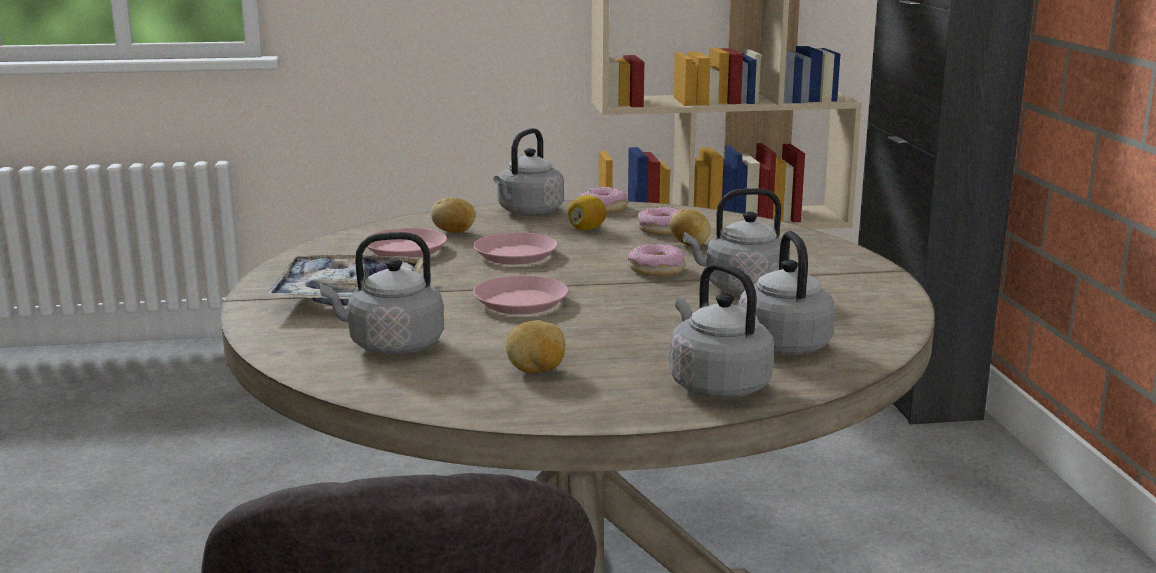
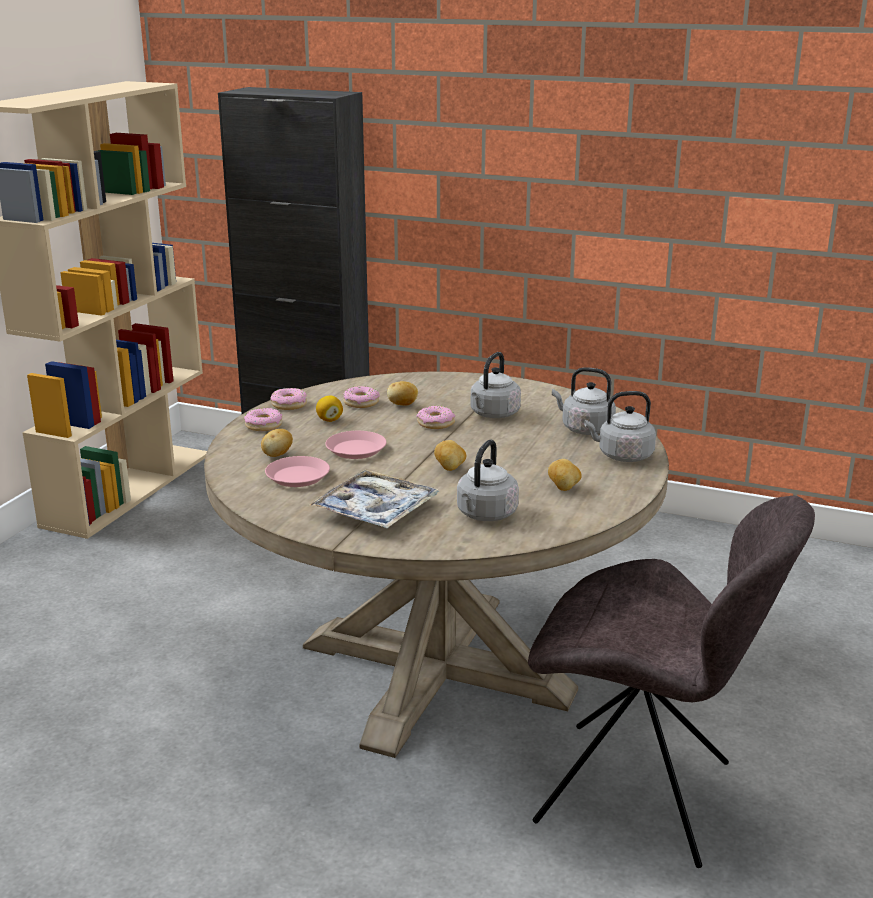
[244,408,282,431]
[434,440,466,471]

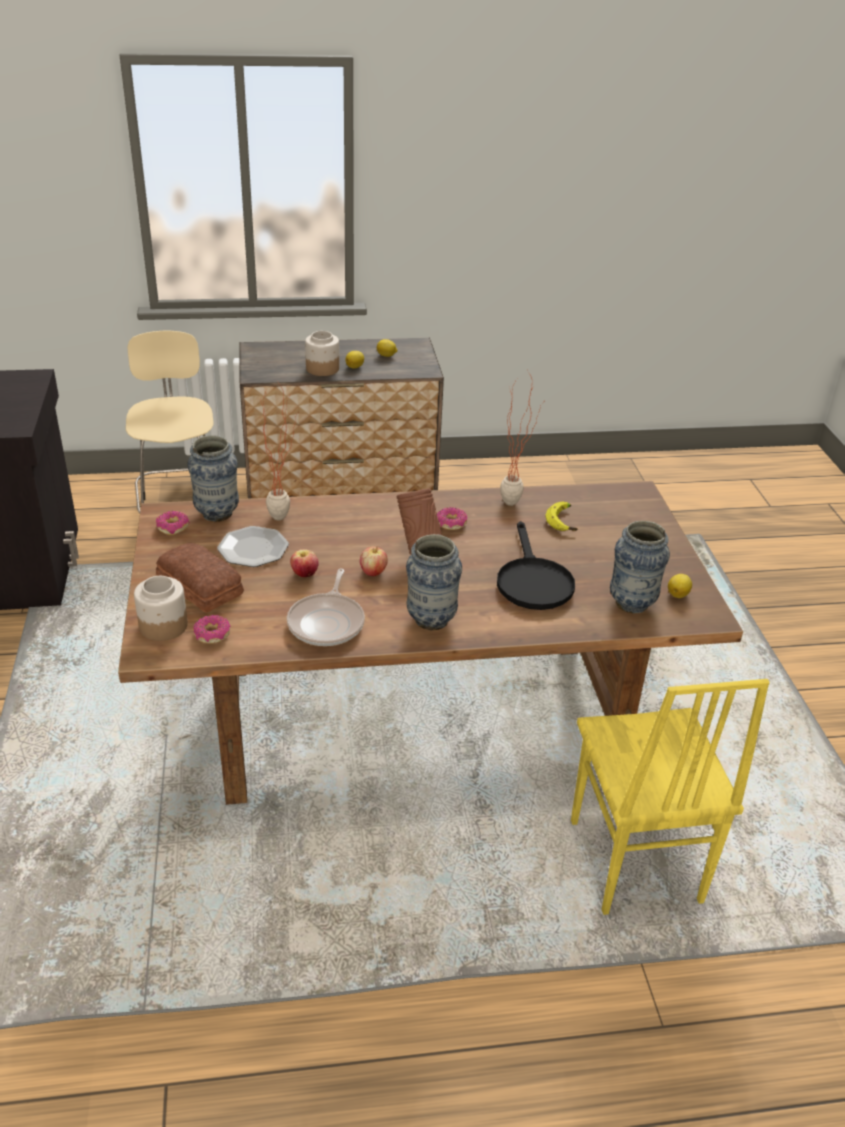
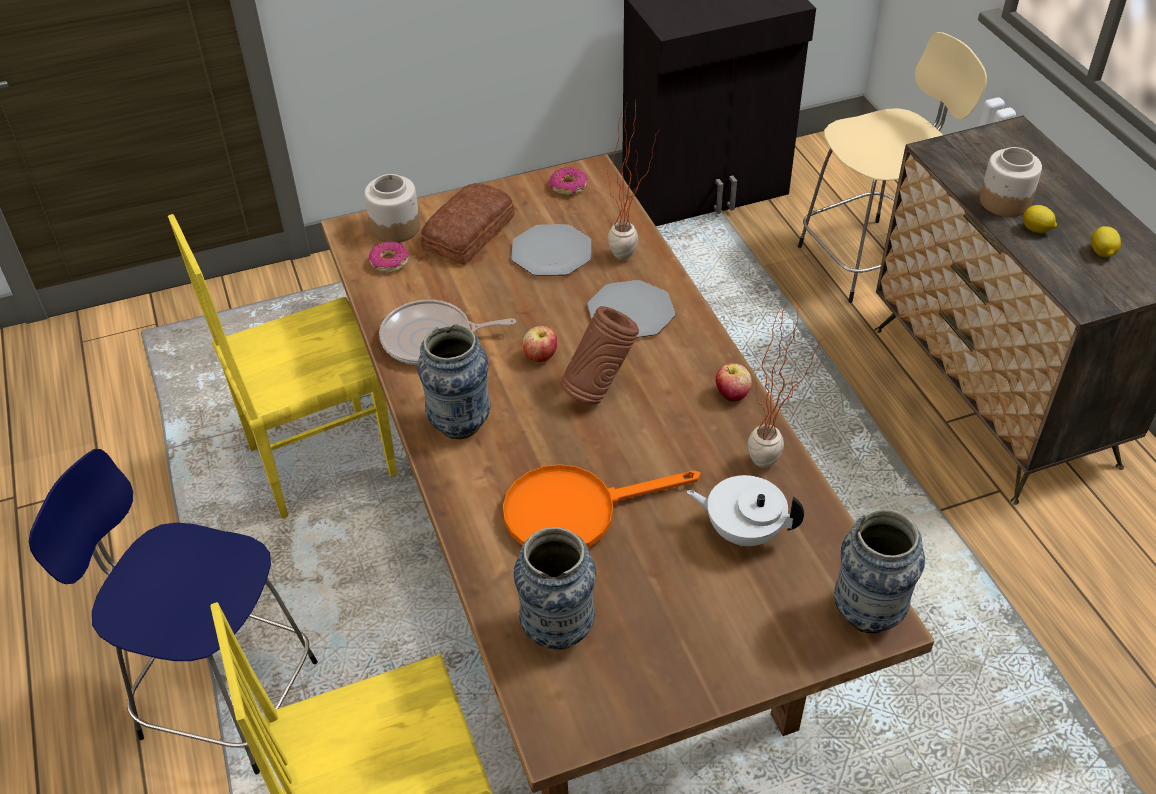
[834,509,925,633]
[687,475,804,546]
[437,507,467,530] (first image)
[503,464,700,548]
[716,363,752,402]
[668,574,692,598] (first image)
[168,214,397,519]
[587,280,675,338]
[29,449,318,774]

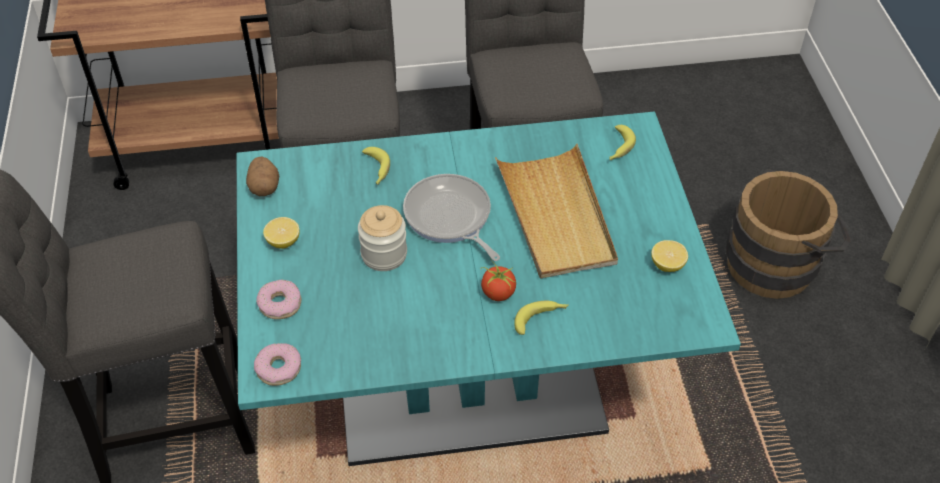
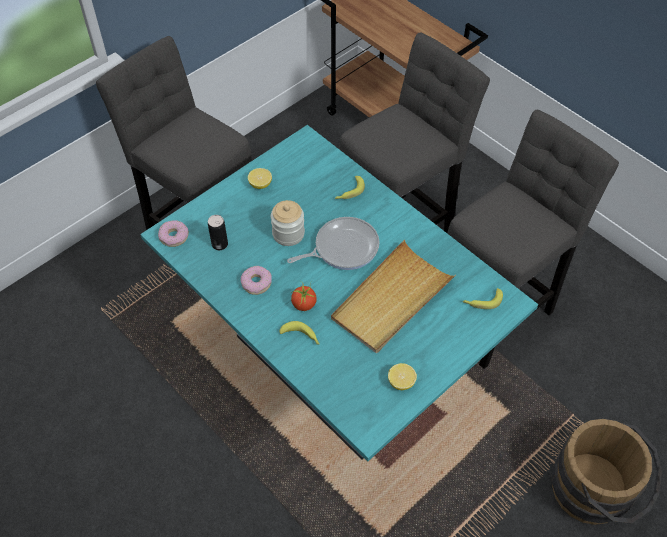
[246,156,279,196] (first image)
[287,217,379,270]
[241,266,272,295]
[208,215,228,250]

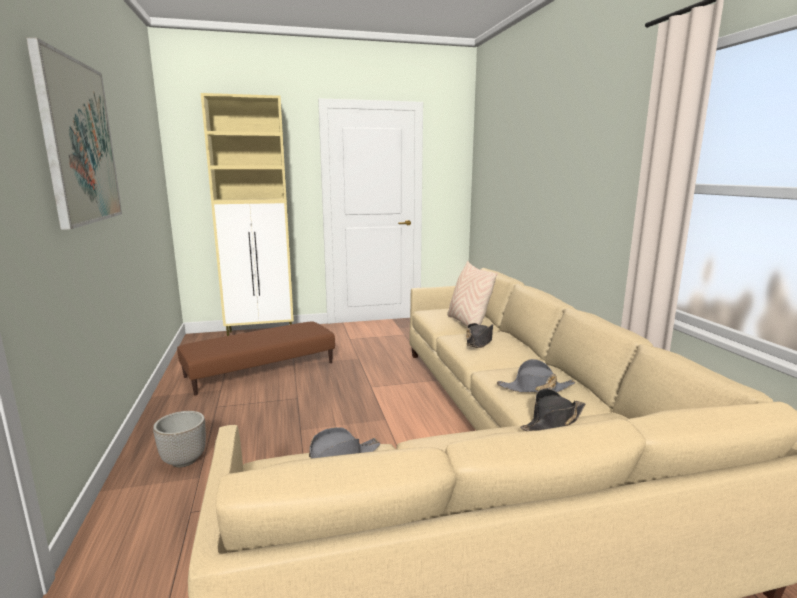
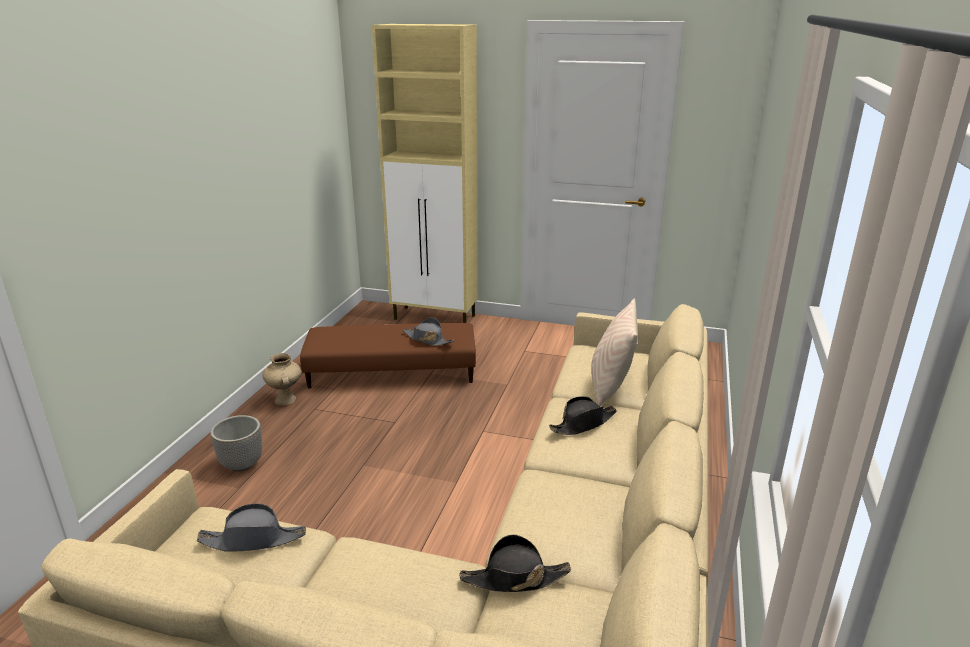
[26,37,122,230] (first image)
[403,317,454,346]
[262,353,301,406]

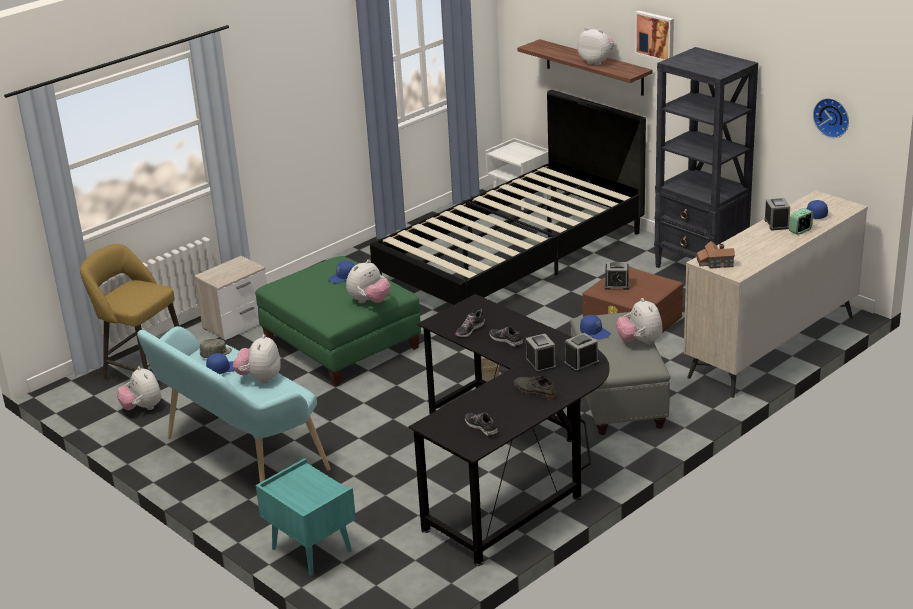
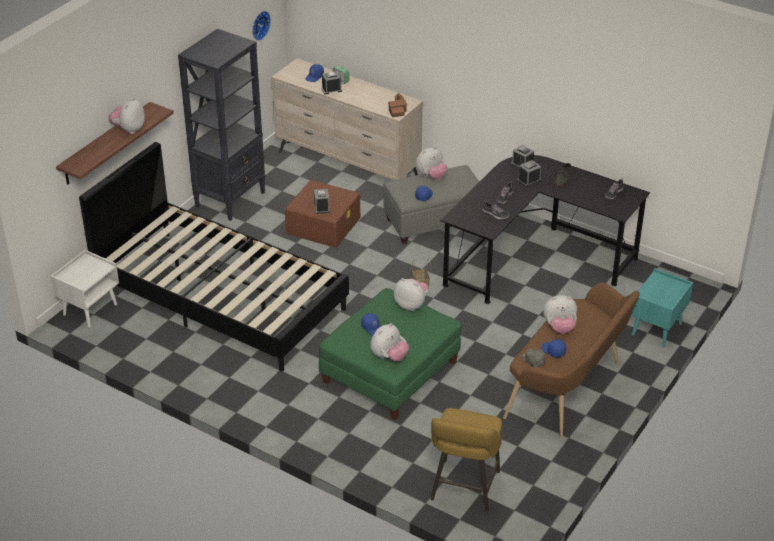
[635,11,674,61] (first image)
[194,256,267,341] (first image)
[503,283,640,438]
[370,323,409,362]

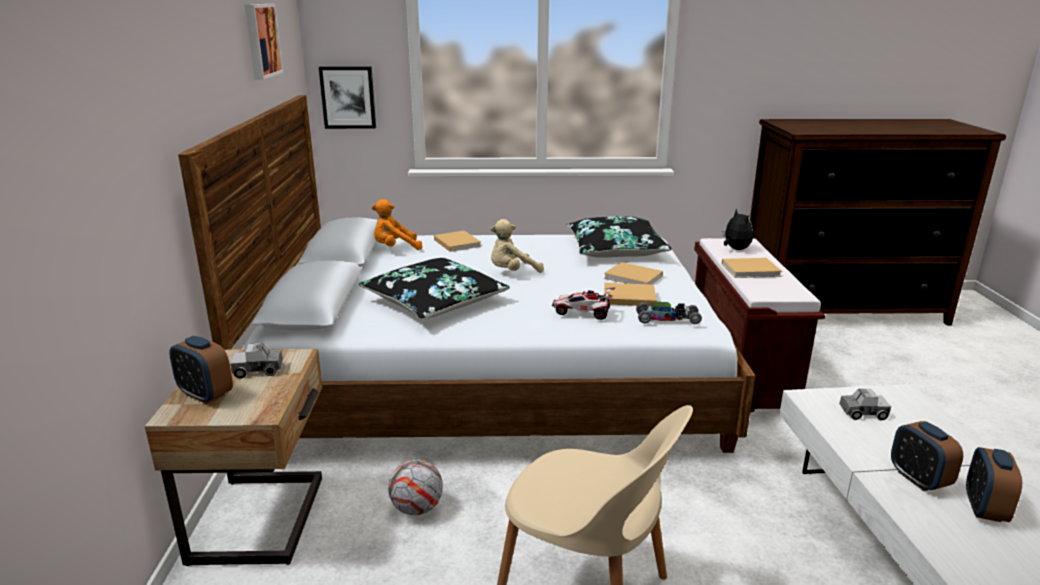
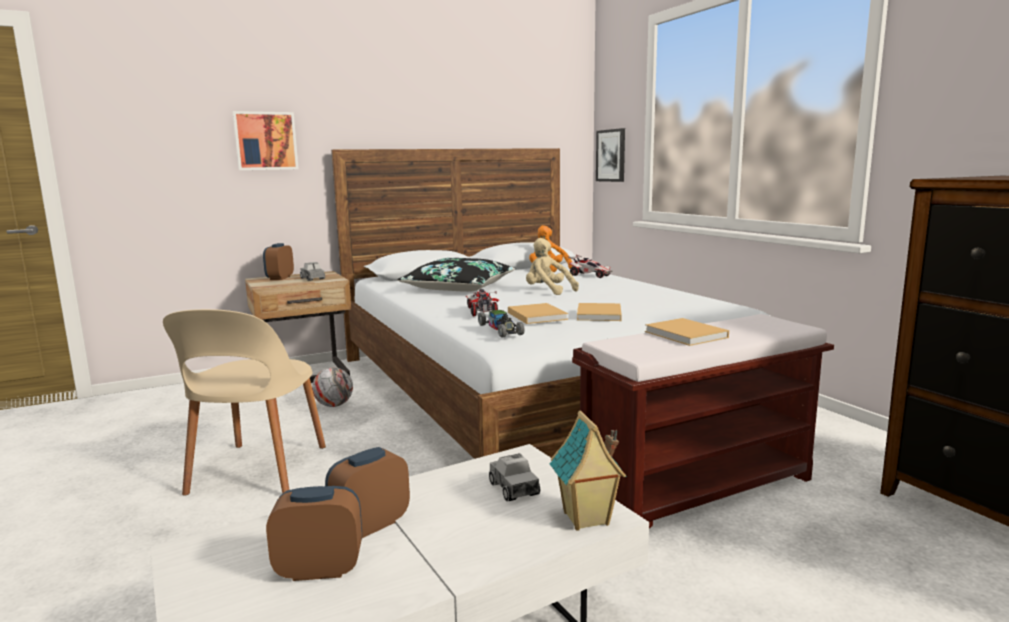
[233,111,299,170]
[721,209,753,250] (first image)
[567,216,672,258] (first image)
[568,254,612,278]
[550,411,626,531]

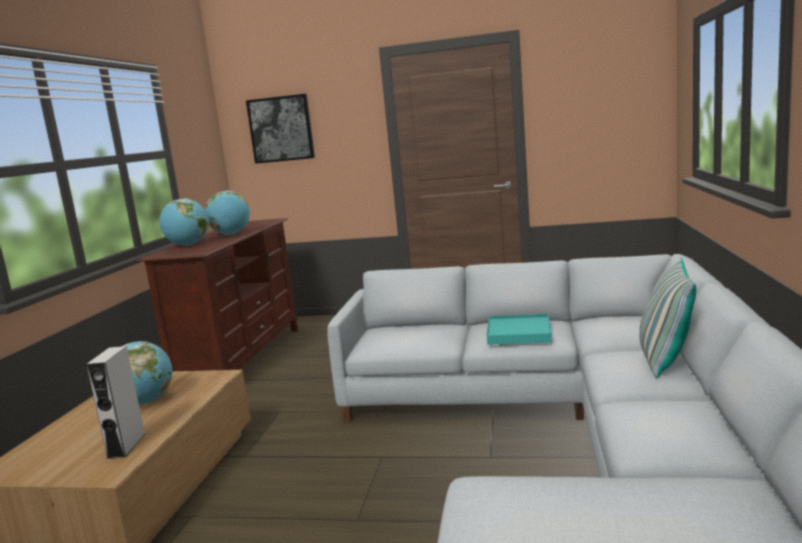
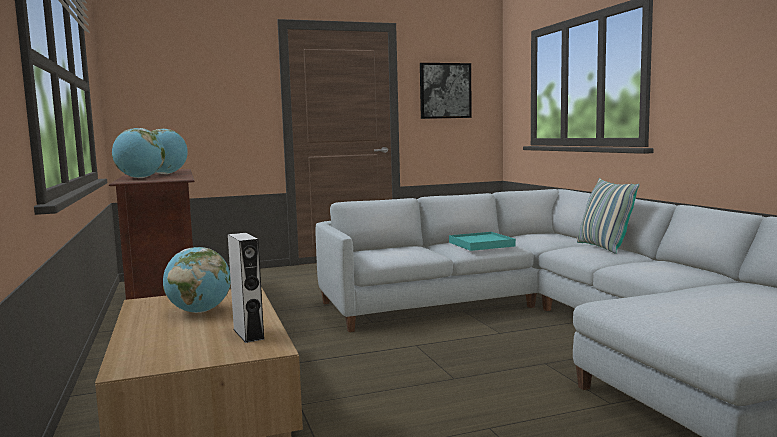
[420,63,472,119]

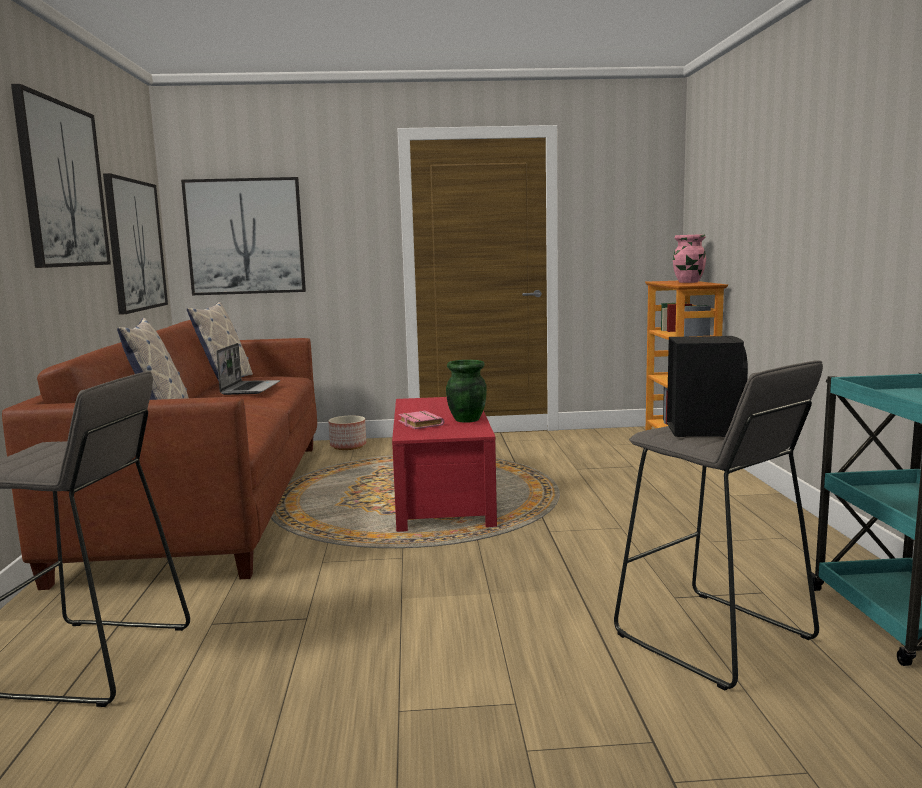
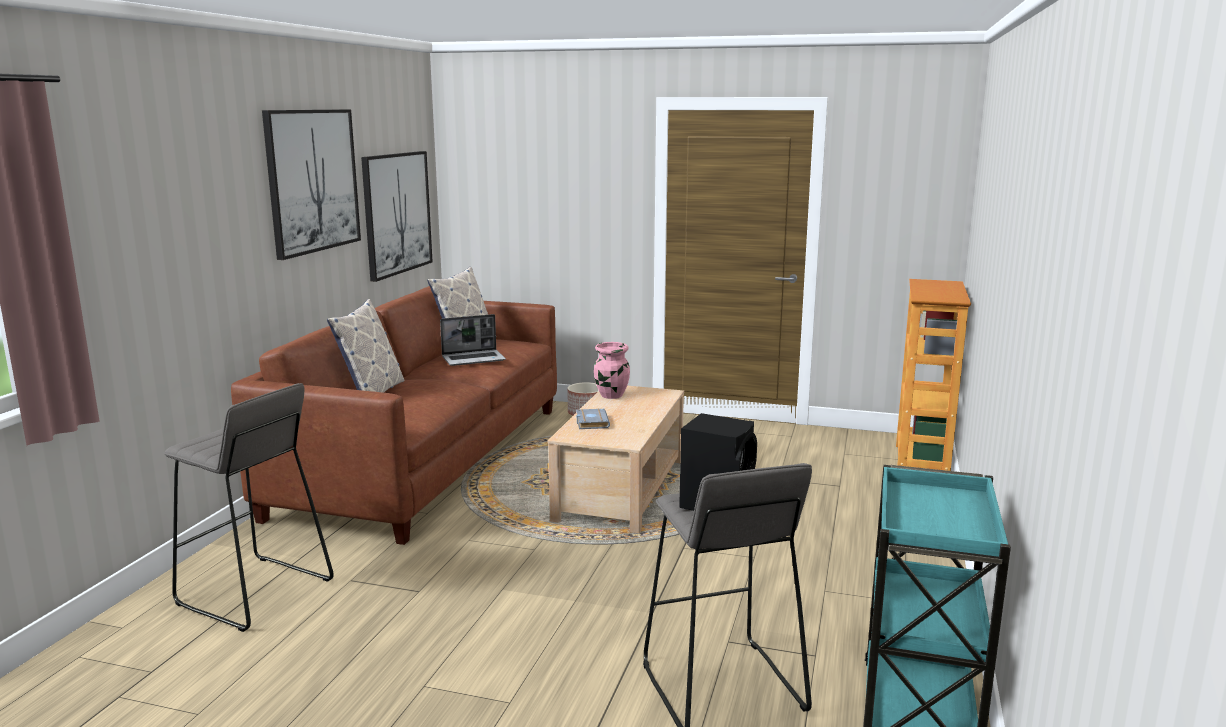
[181,177,306,295] (first image)
[594,342,630,399]
[440,314,506,366]
[446,360,487,423] (first image)
[547,386,684,533]
[576,409,610,429]

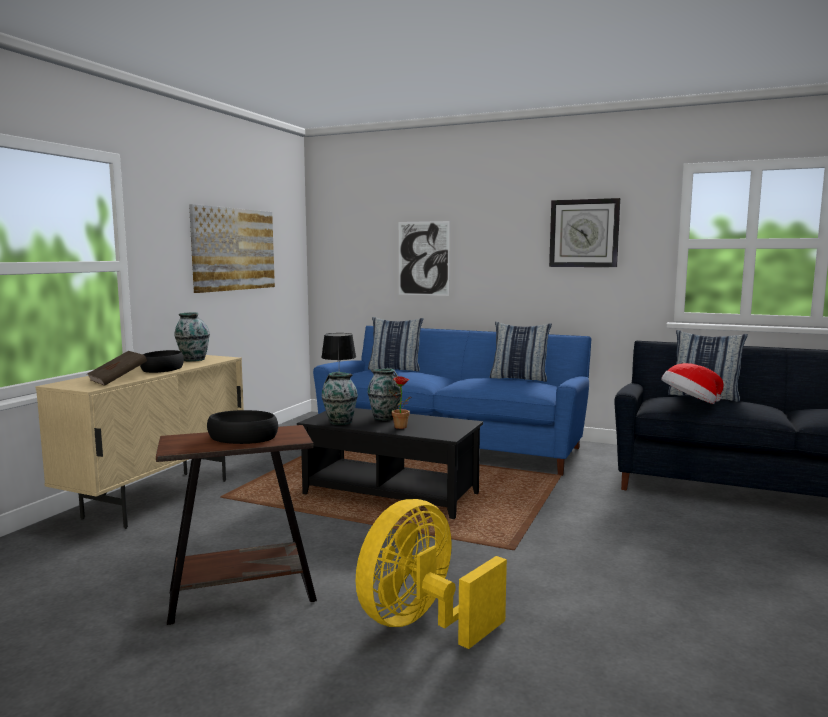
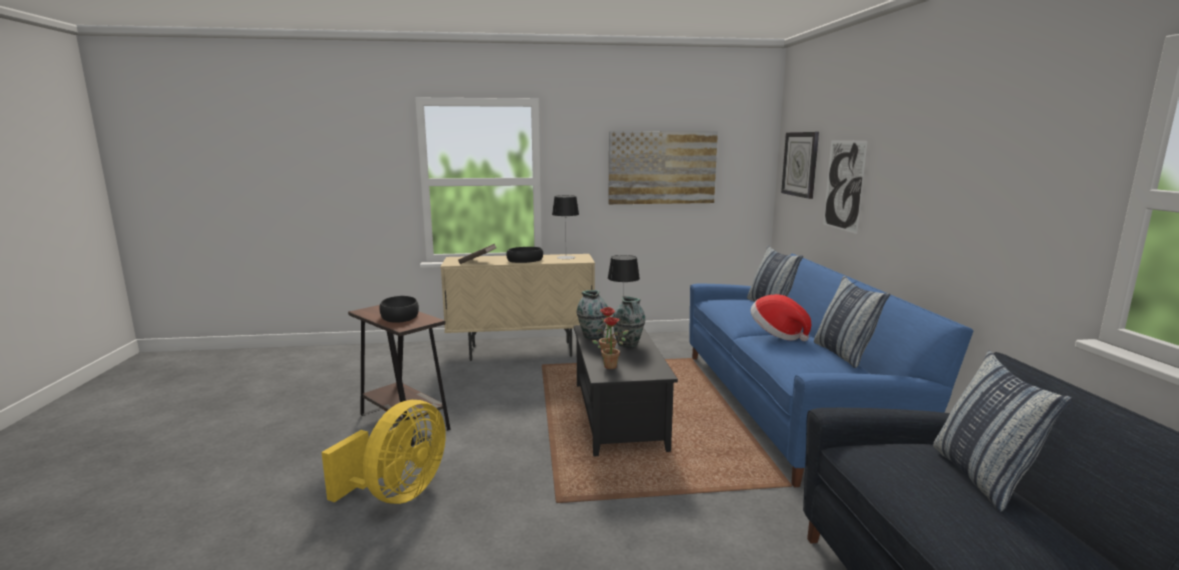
[781,132,819,199]
[552,195,579,259]
[751,294,811,341]
[321,400,446,504]
[592,317,628,369]

